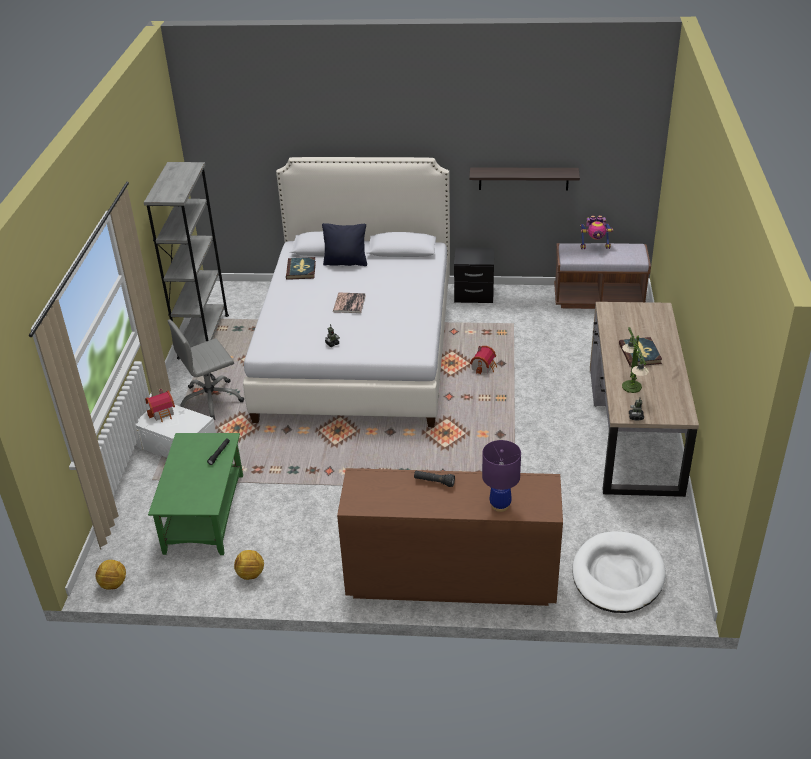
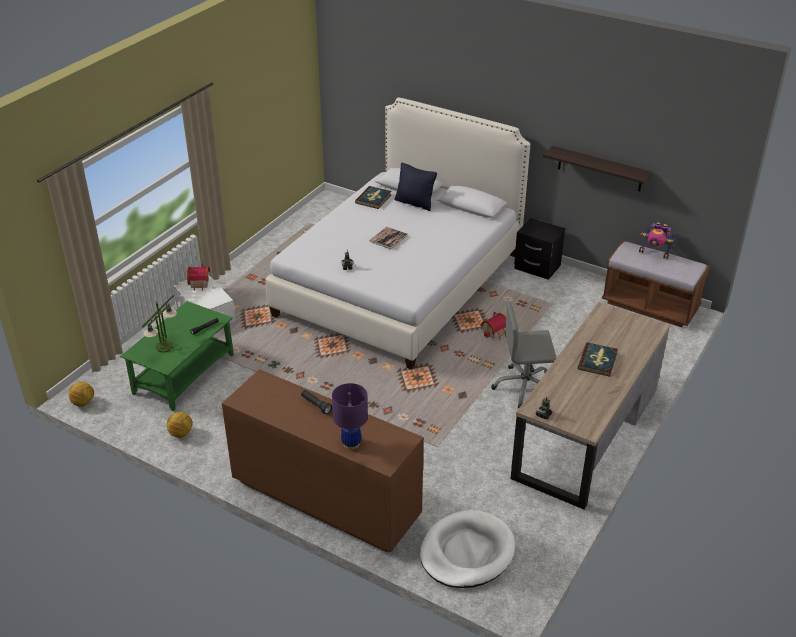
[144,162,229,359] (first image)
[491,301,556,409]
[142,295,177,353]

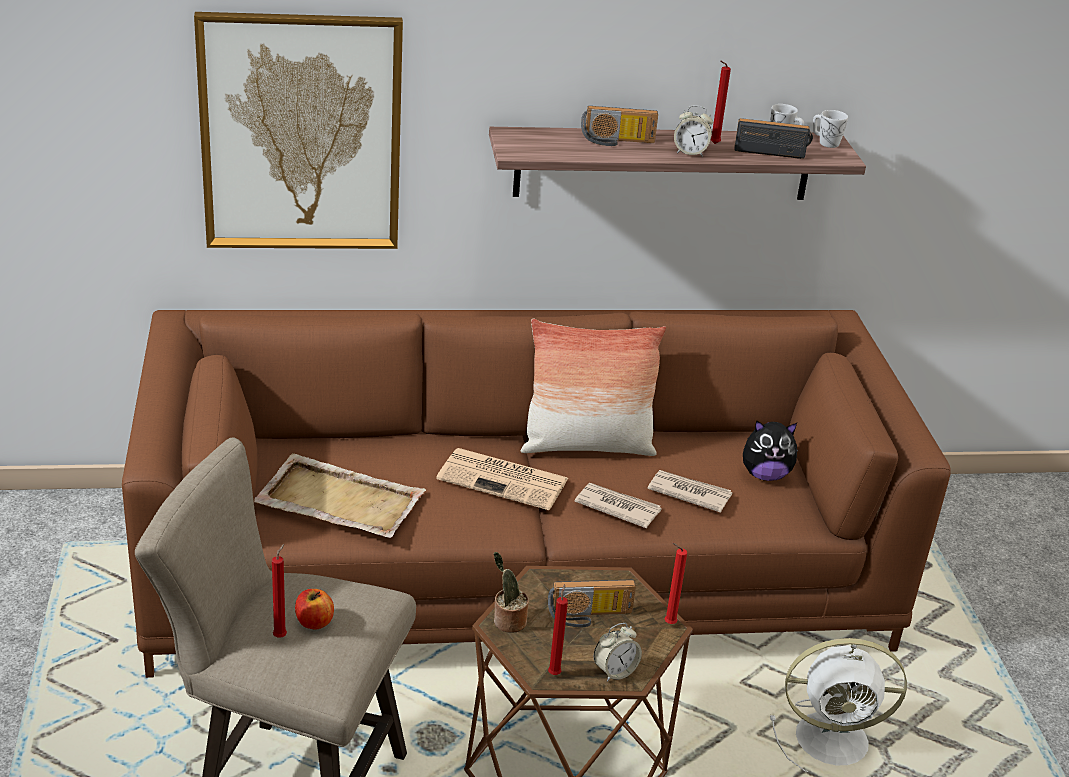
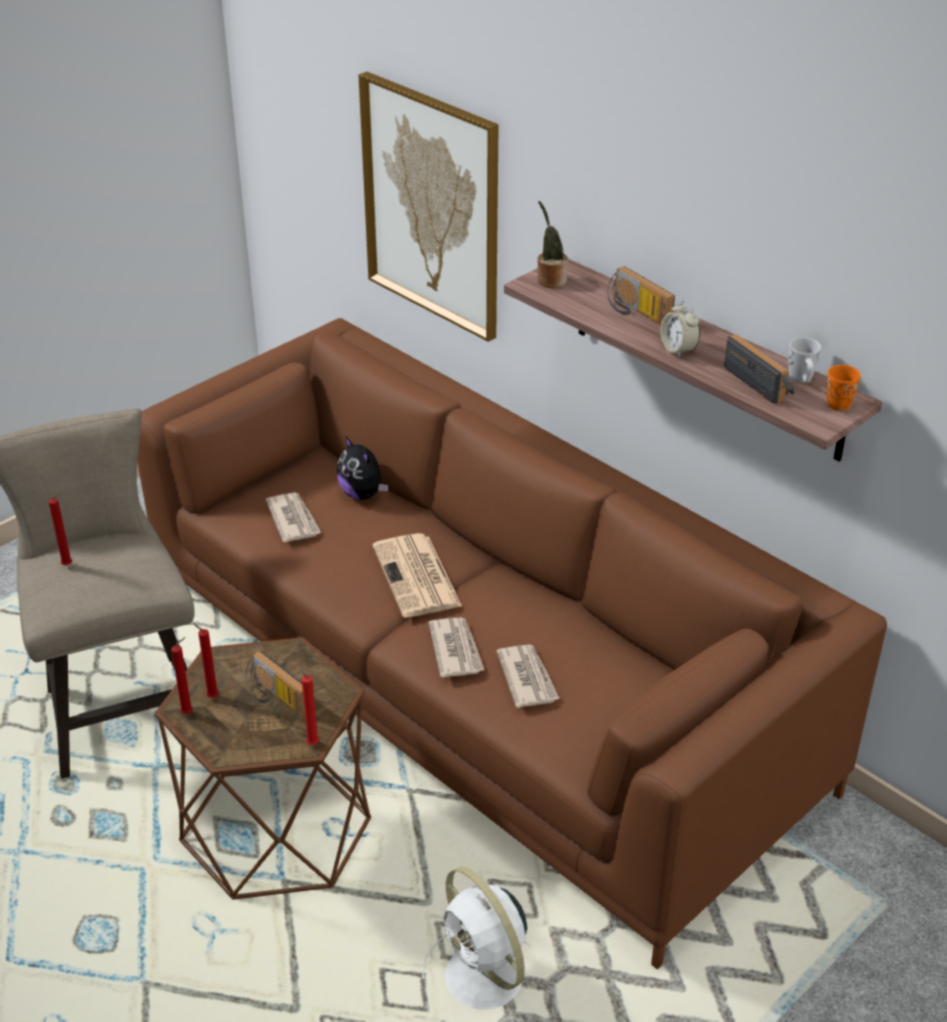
[193,623,219,698]
[826,365,861,411]
[521,319,666,456] (first image)
[337,436,388,500]
[266,493,321,542]
[537,201,568,288]
[295,589,334,629] (first image)
[594,623,642,682] (first image)

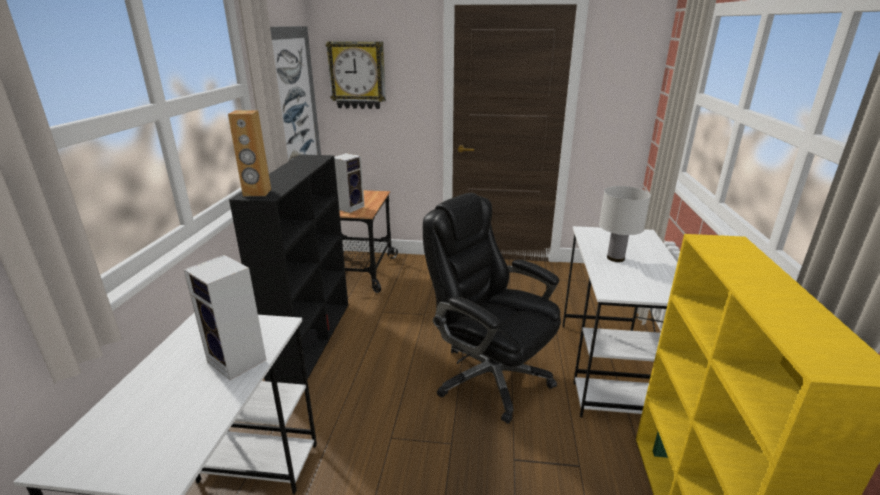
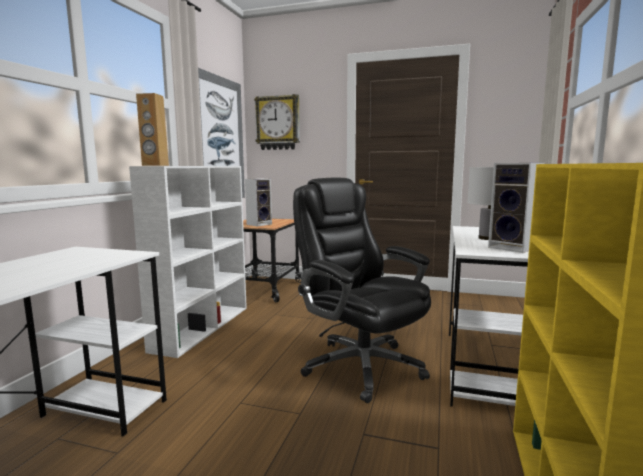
[129,166,247,358]
[488,163,544,253]

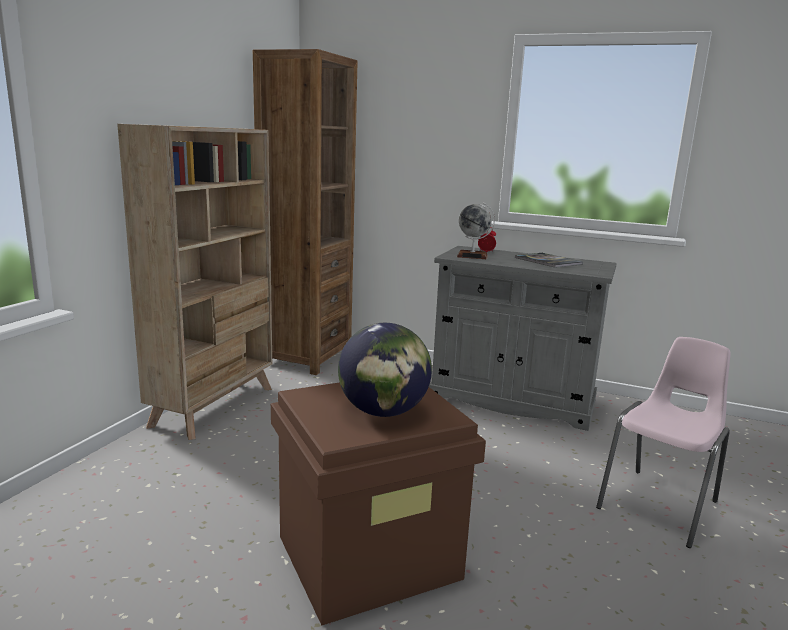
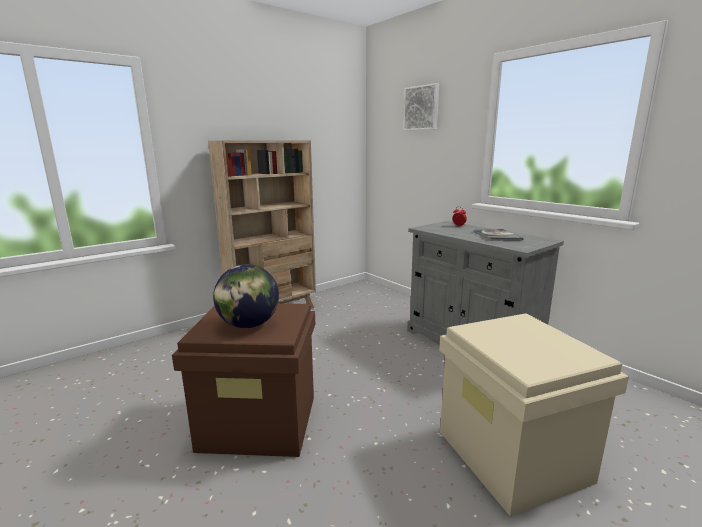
[253,49,358,375] (first image)
[457,202,495,259] (first image)
[439,313,629,516]
[403,83,439,131]

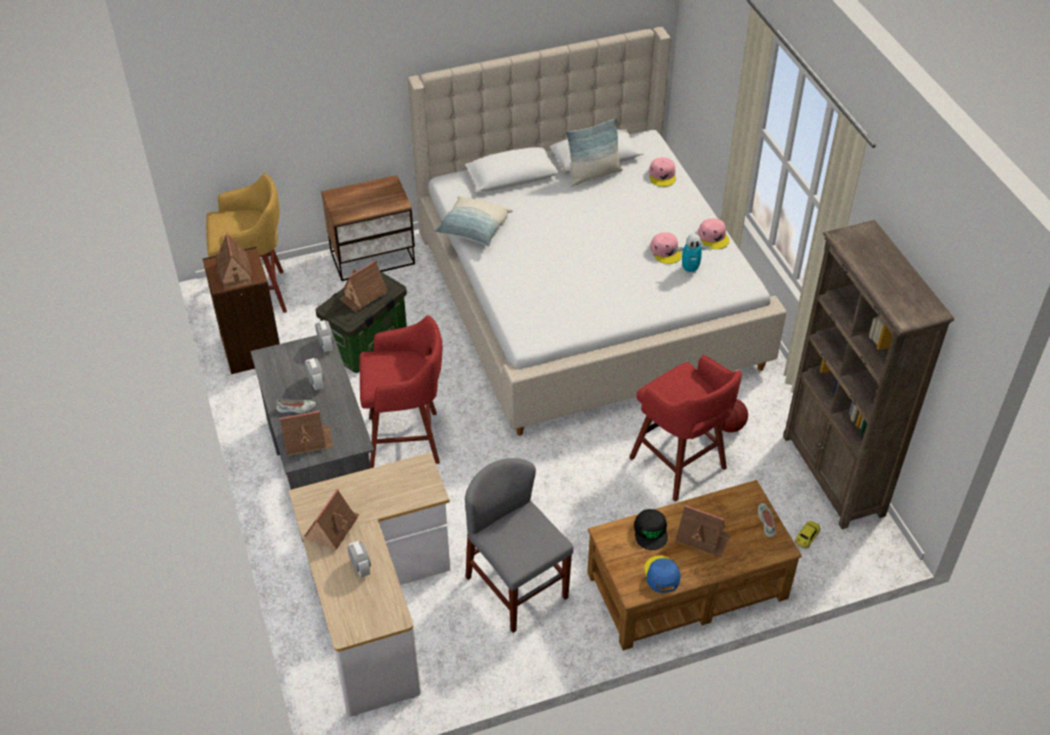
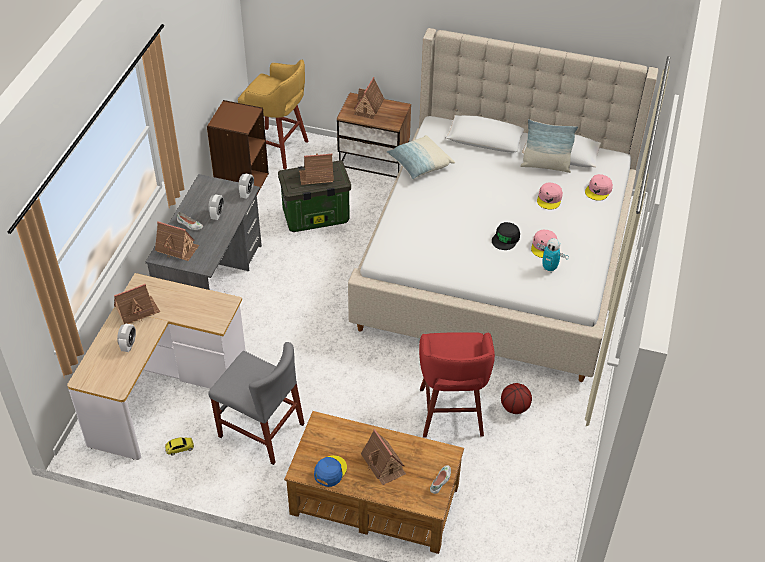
[537,183,563,209]
[783,220,954,529] (first image)
[354,77,384,119]
[360,315,442,468] (first image)
[208,342,305,465]
[492,222,520,250]
[165,437,194,456]

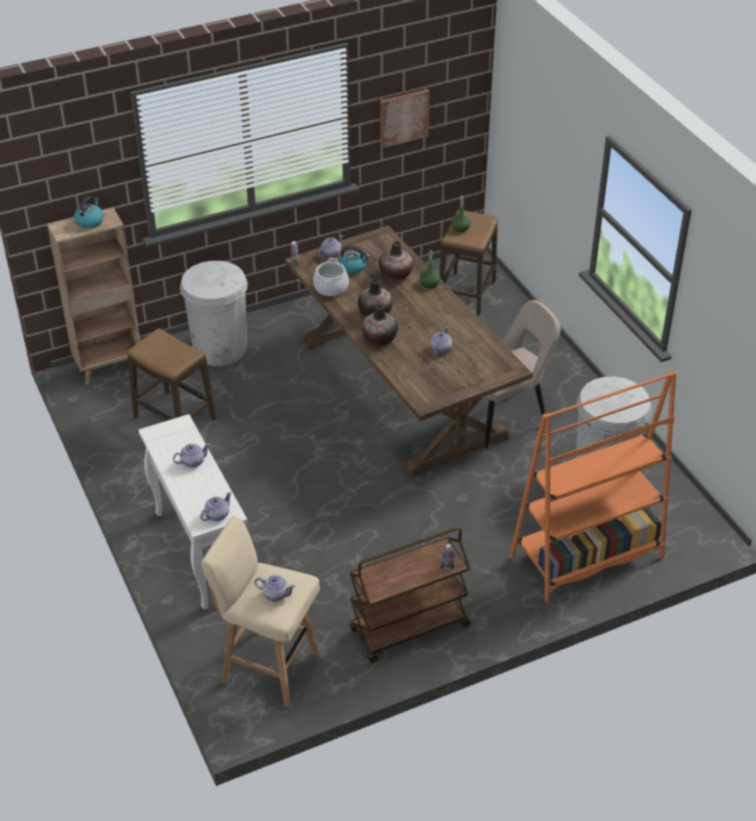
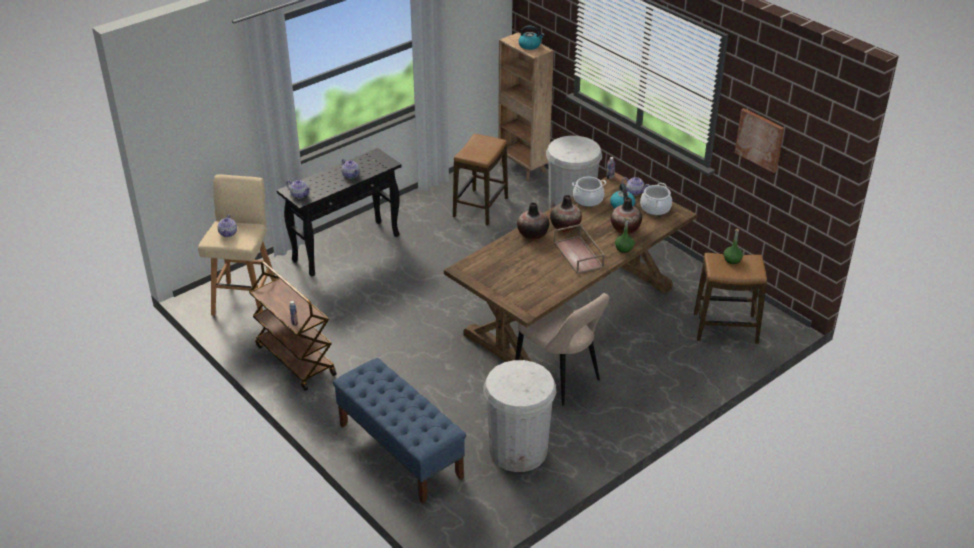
[430,327,452,355] (first image)
[333,358,466,504]
[277,148,402,277]
[640,183,672,215]
[554,224,605,274]

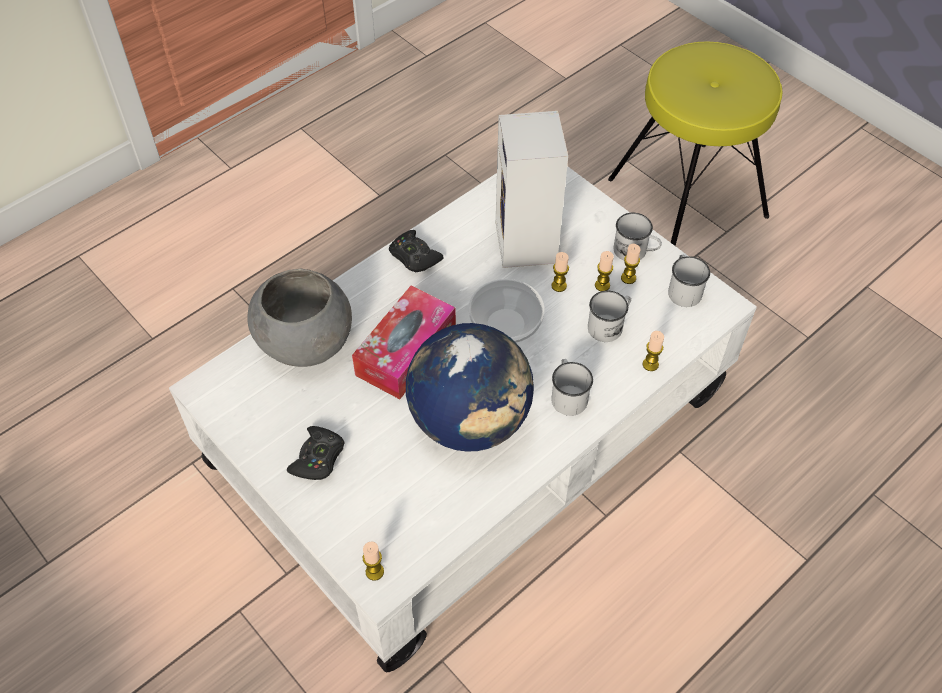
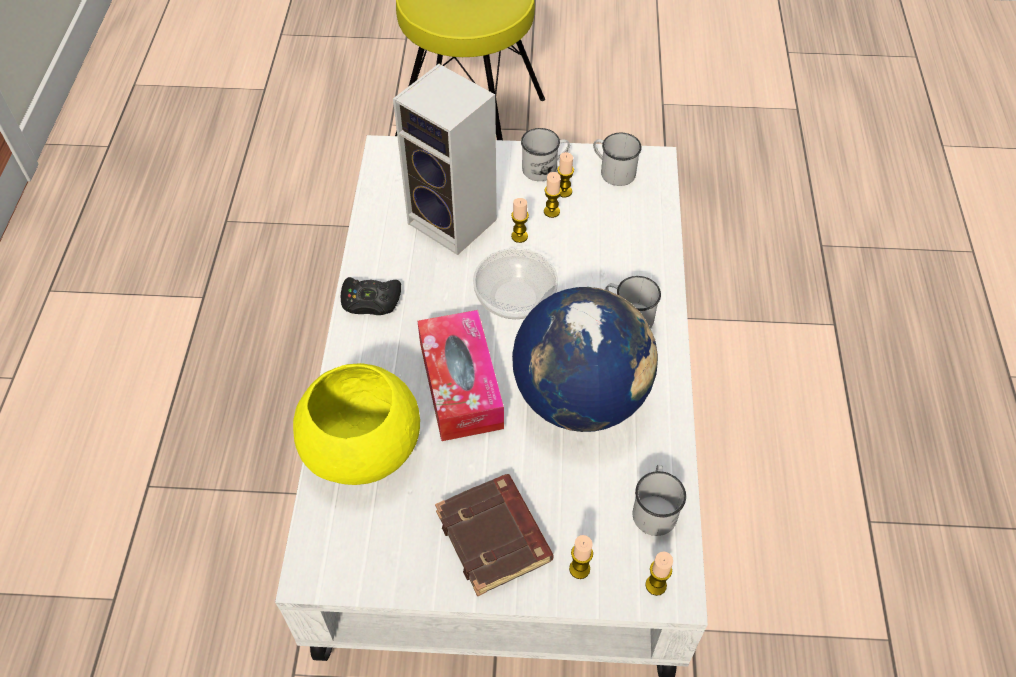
[293,363,420,485]
[633,465,686,536]
[569,535,593,579]
[435,474,554,597]

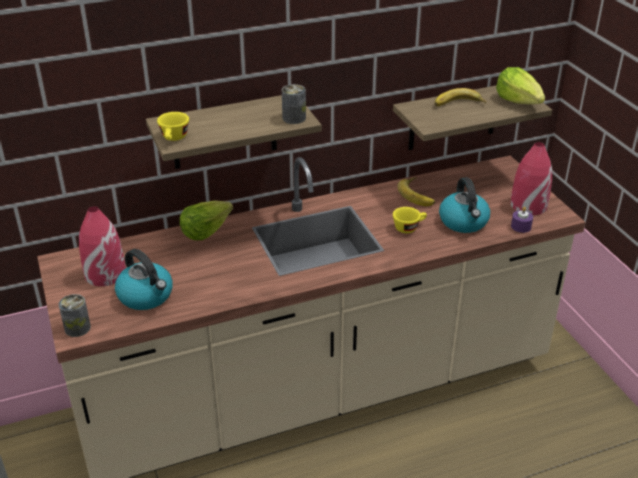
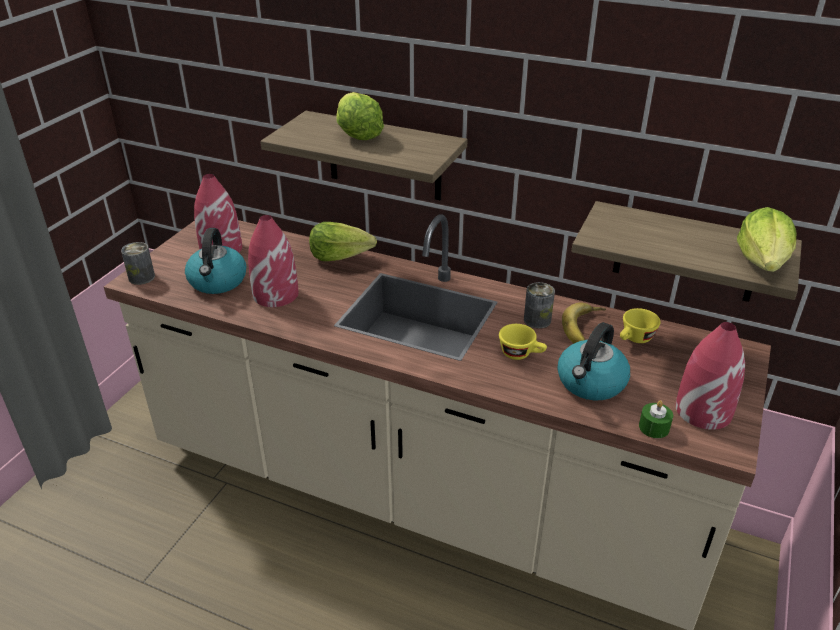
[524,282,555,329]
[435,88,486,106] (first image)
[620,308,660,343]
[639,400,673,438]
[336,92,384,140]
[248,215,298,307]

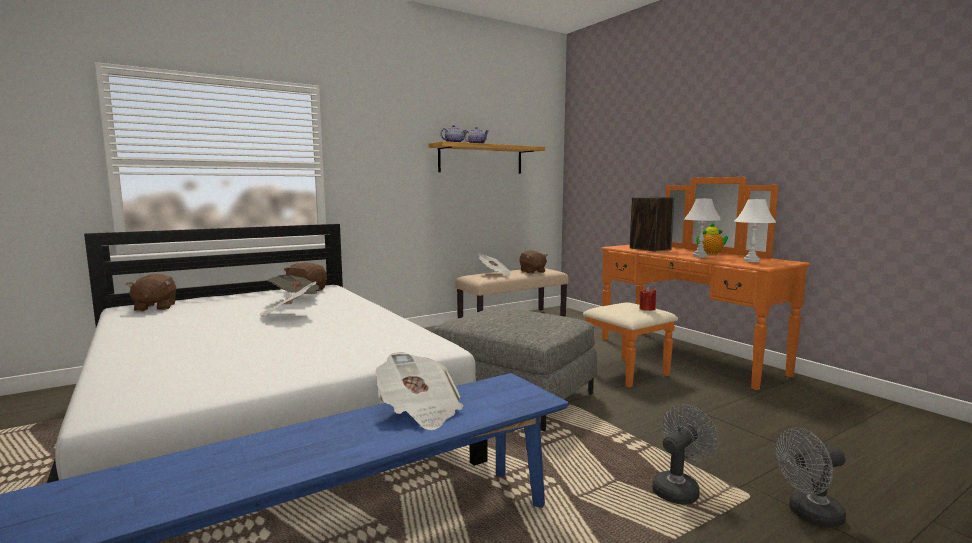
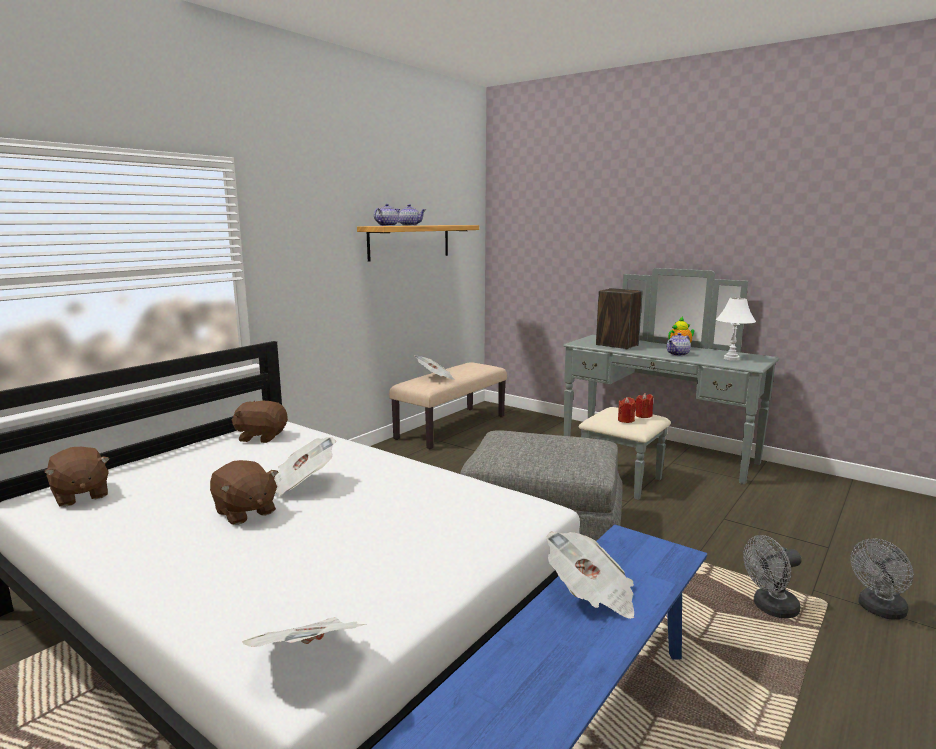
[563,268,779,500]
[667,333,691,356]
[210,460,278,525]
[242,617,365,647]
[743,535,802,618]
[618,397,636,423]

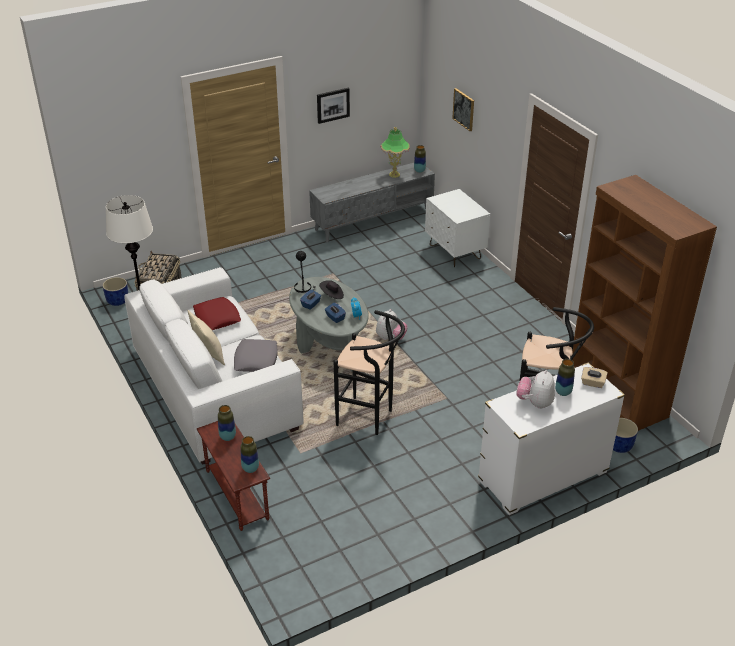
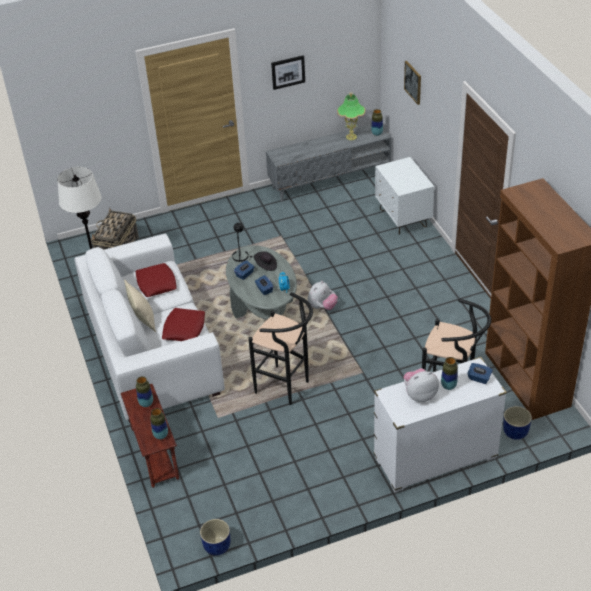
[200,519,230,556]
[162,308,205,341]
[467,363,493,384]
[404,368,439,402]

